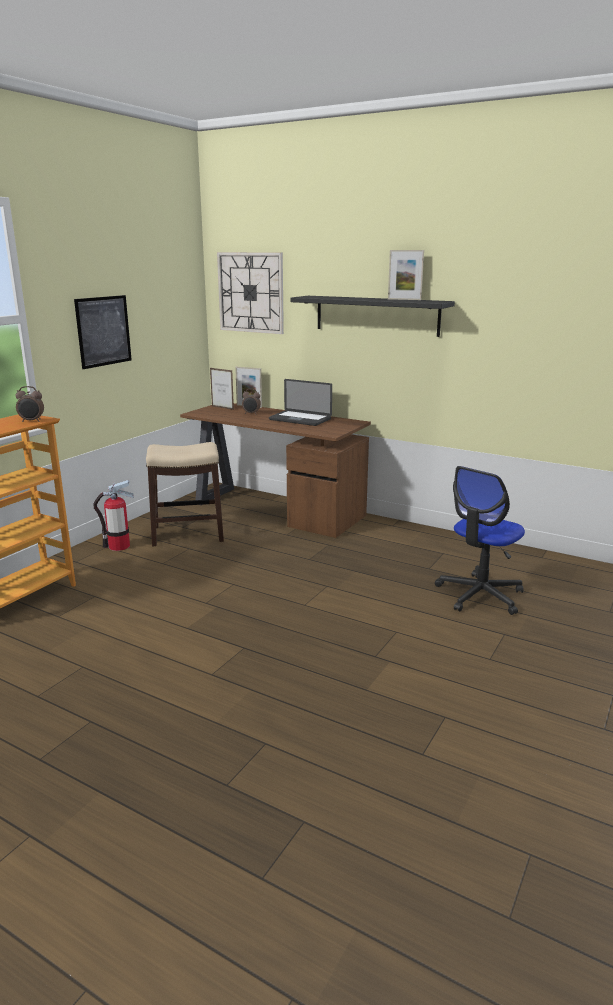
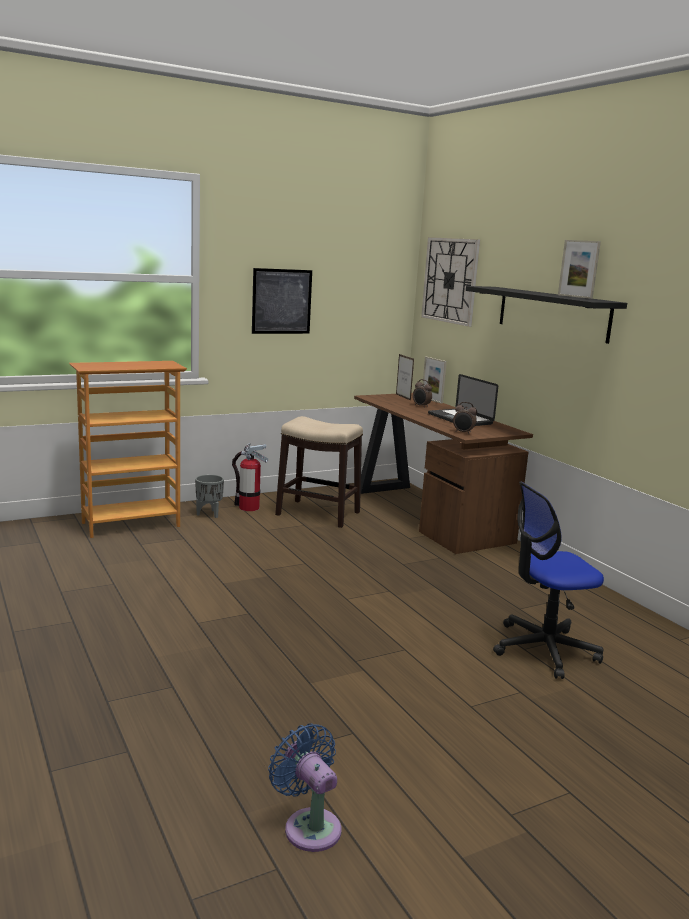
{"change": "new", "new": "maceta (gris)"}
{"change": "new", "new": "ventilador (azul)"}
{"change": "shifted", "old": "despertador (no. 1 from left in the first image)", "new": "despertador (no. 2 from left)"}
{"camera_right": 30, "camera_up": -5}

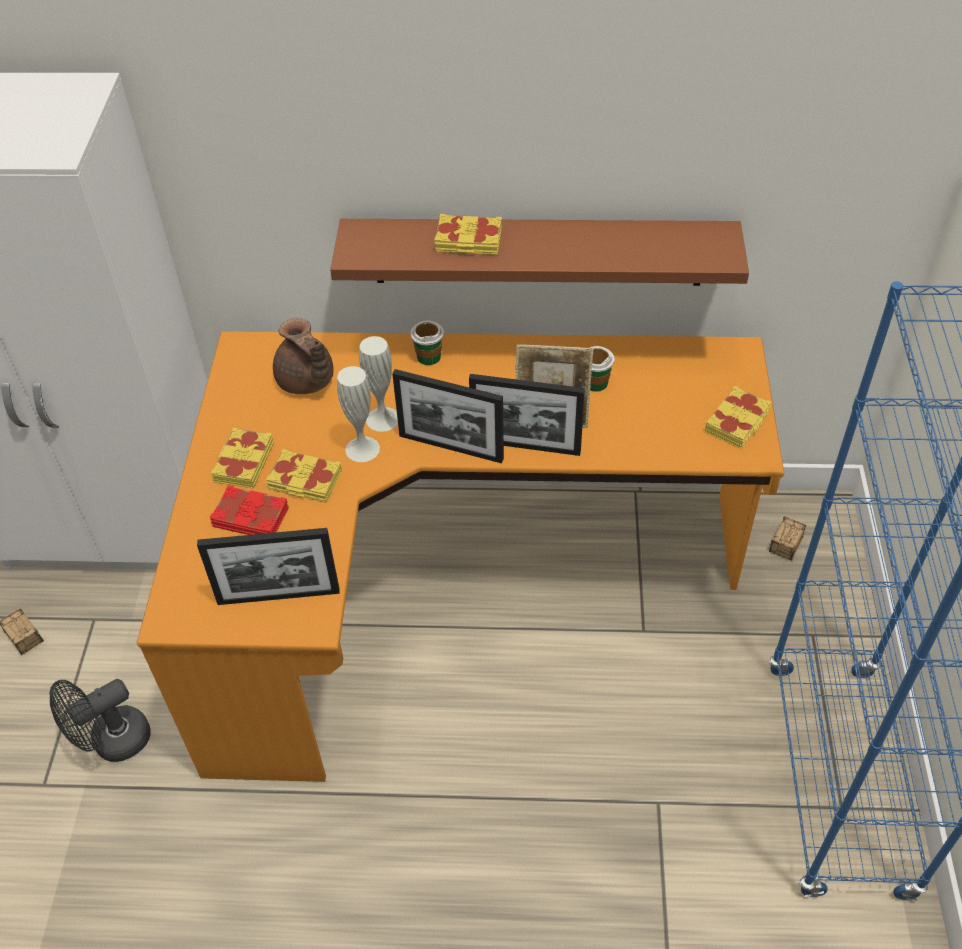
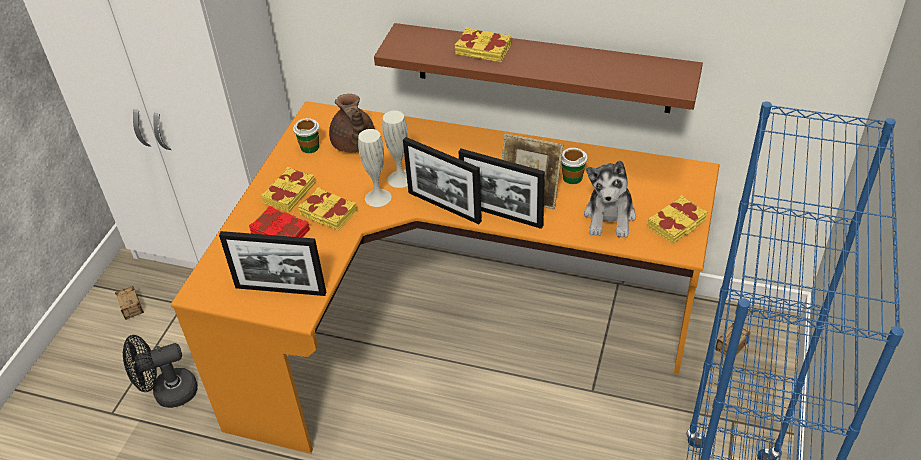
{"change": "shifted", "old": "taza (no. 1 from left)"}
{"change": "new", "new": "peluche"}
{"camera_right": 15, "camera_up": -5}

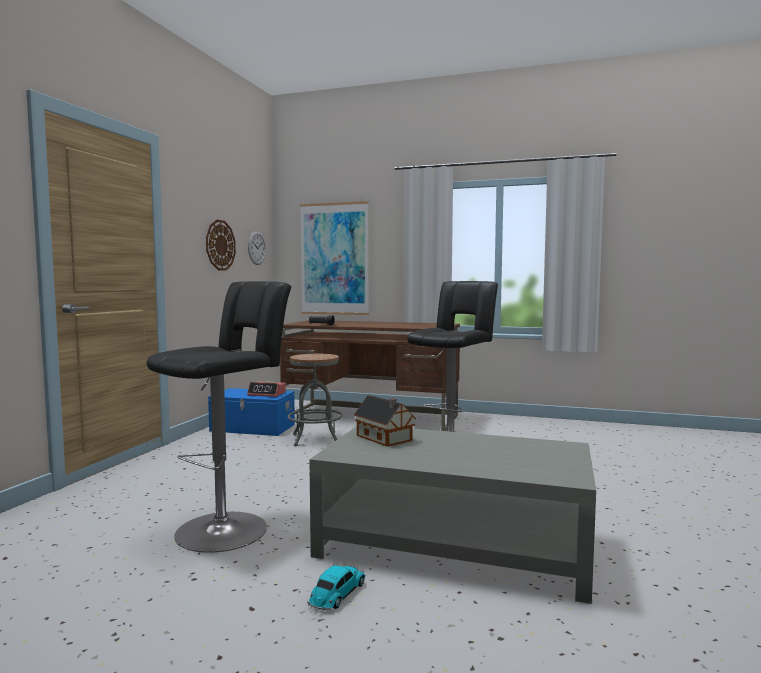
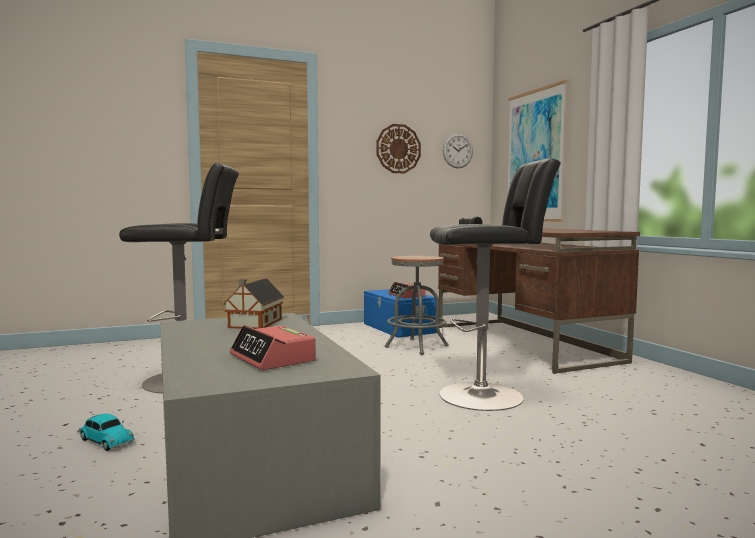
{"change": "rotated", "old": "coche de juguete", "degrees": 45}
{"change": "new", "new": "despertador (no. 1 from left)"}
{"camera_right": 50, "camera_up": 0}

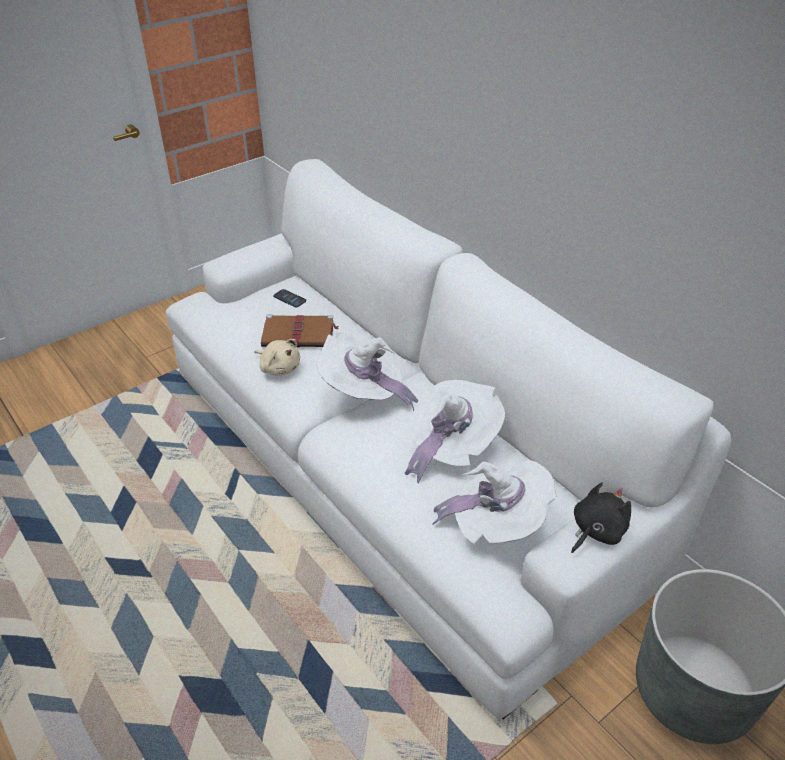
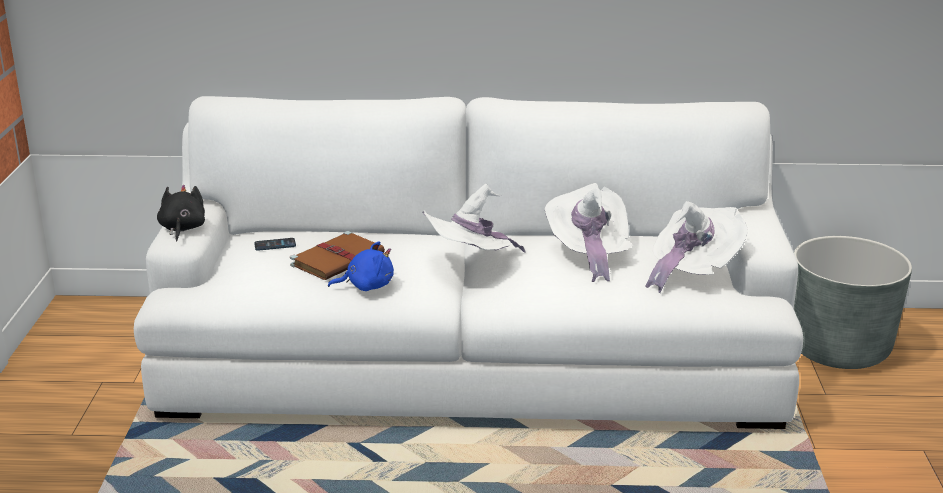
{"change": "shifted", "old": "peluche (negro)"}
{"change": "repainted", "old": "peluche (beis)", "new": "peluche (azul)"}
{"camera_right": -50, "camera_up": -15}

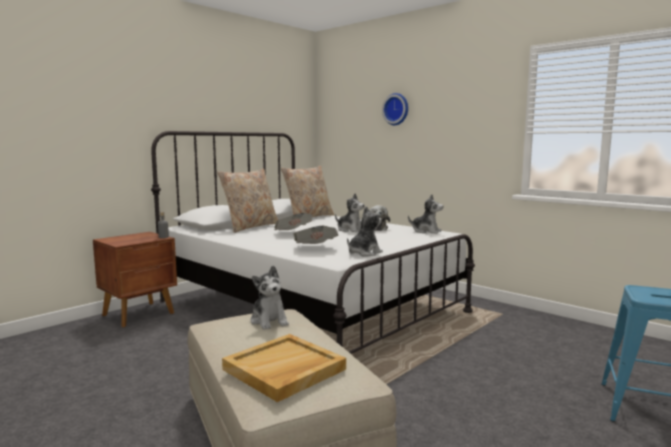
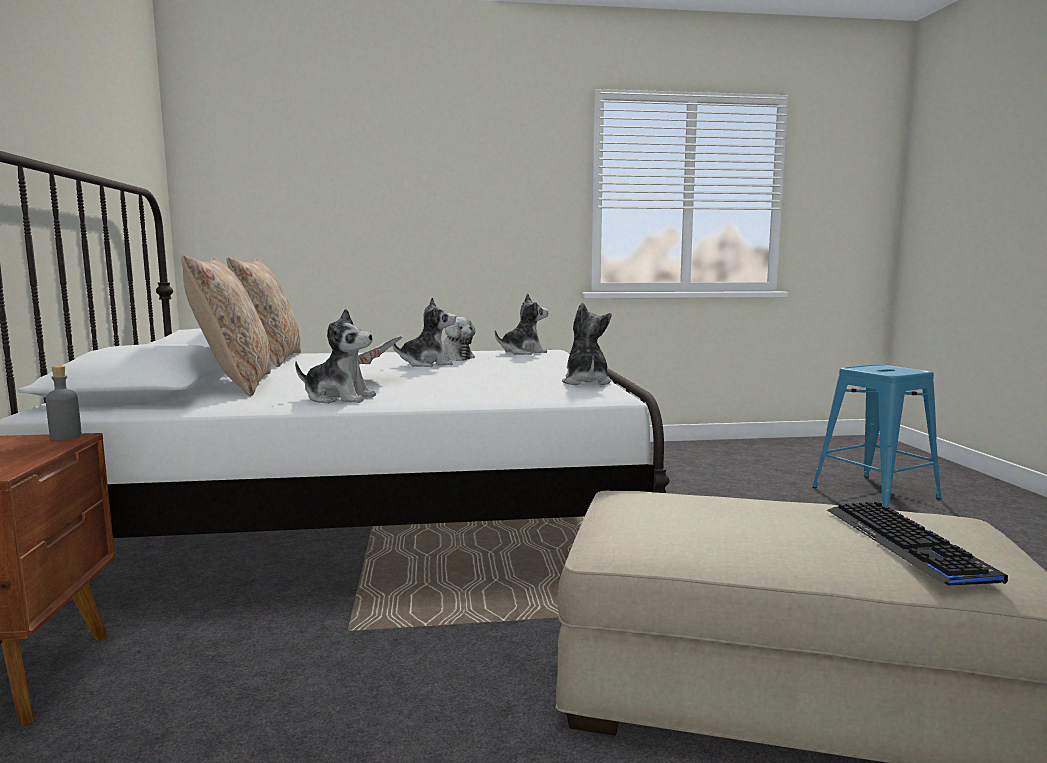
{"change": "shifted", "old": "peluche (no. 1 from left)"}
{"change": "swapped", "old": "bandeja (beis)", "new": "teclado"}
{"change": "gone", "old": "periódico (no. 2 from left)"}
{"change": "gone", "old": "reloj de pared"}
{"camera_right": -50, "camera_up": 0}

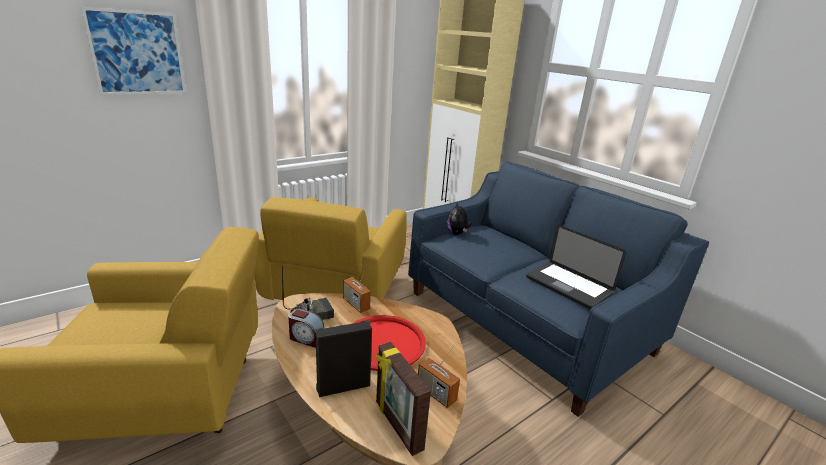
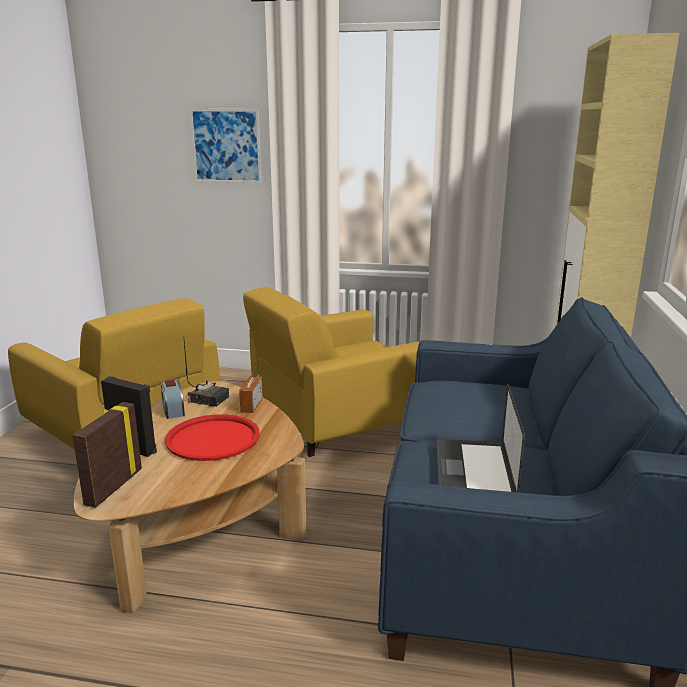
{"change": "gone", "old": "radio (no. 3 from left)"}
{"change": "gone", "old": "peluche"}
{"camera_right": 50, "camera_up": -5}

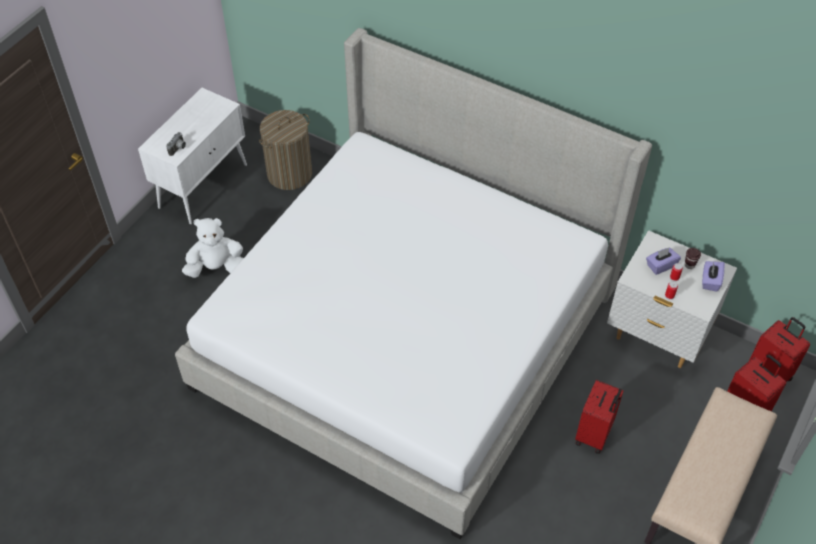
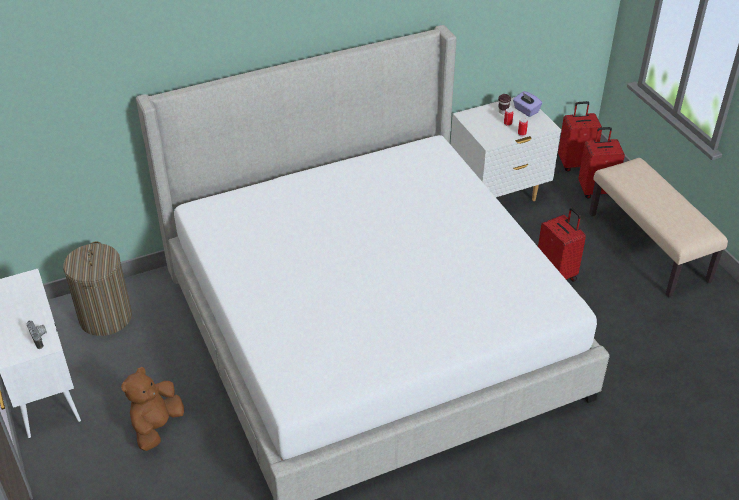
{"change": "repainted", "old": "peluche (blanco)", "new": "peluche (marrón)"}
{"change": "gone", "old": "caja de pañuelos (morado) (no. 1 from left)"}
{"camera_right": -55, "camera_up": -10}

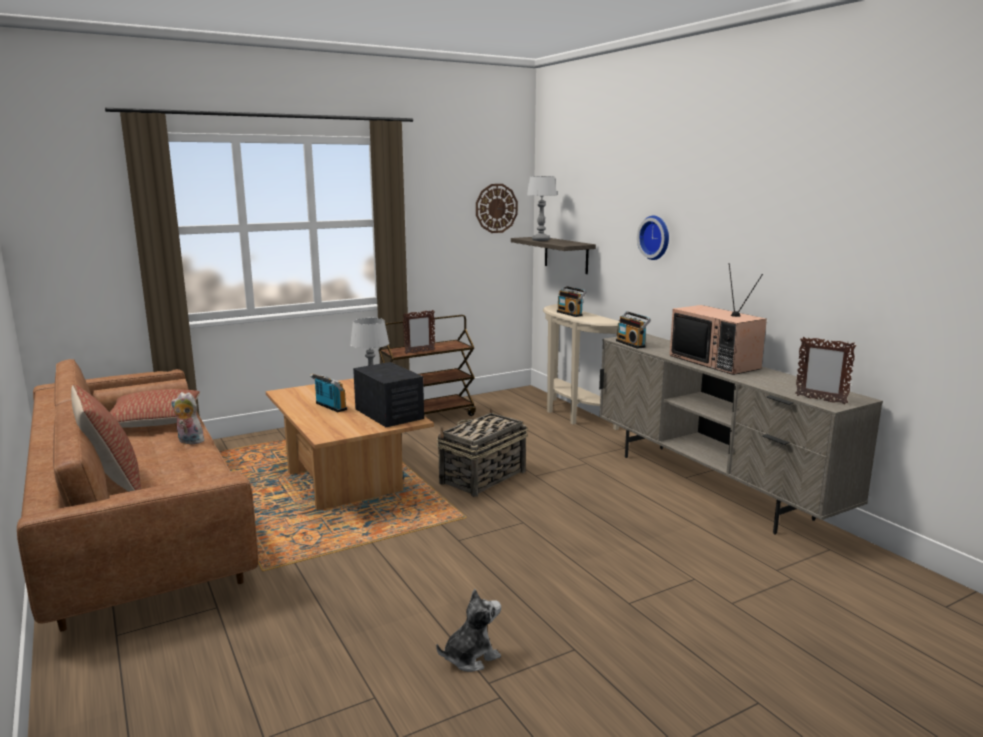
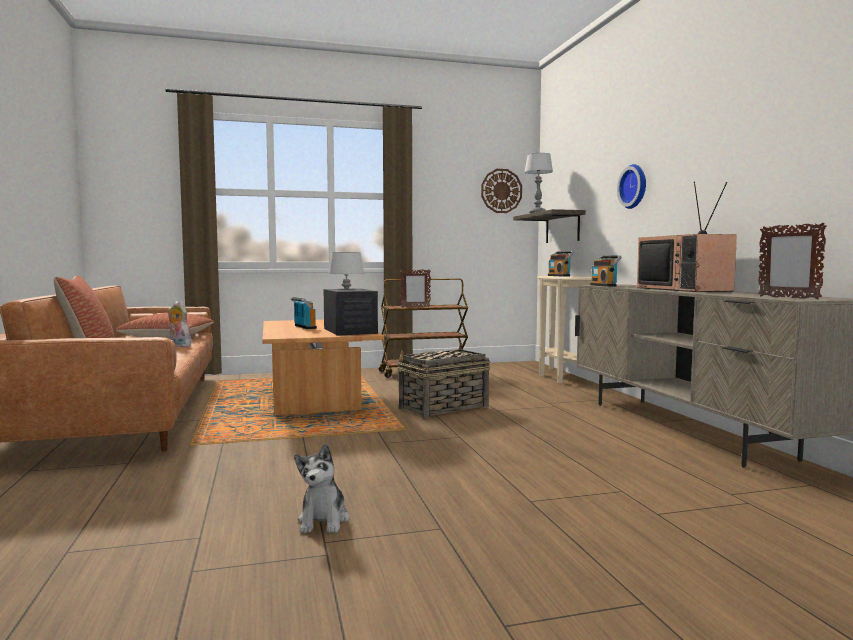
{"change": "rotated", "old": "peluche (no. 2 from left)", "degrees": 105}
{"camera_right": 15, "camera_up": -10}

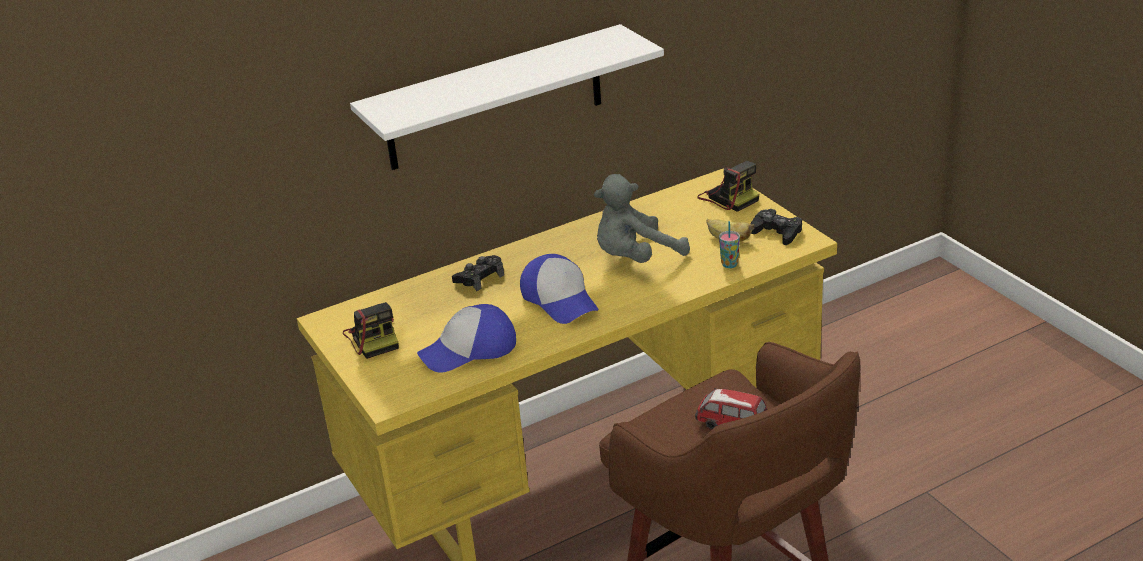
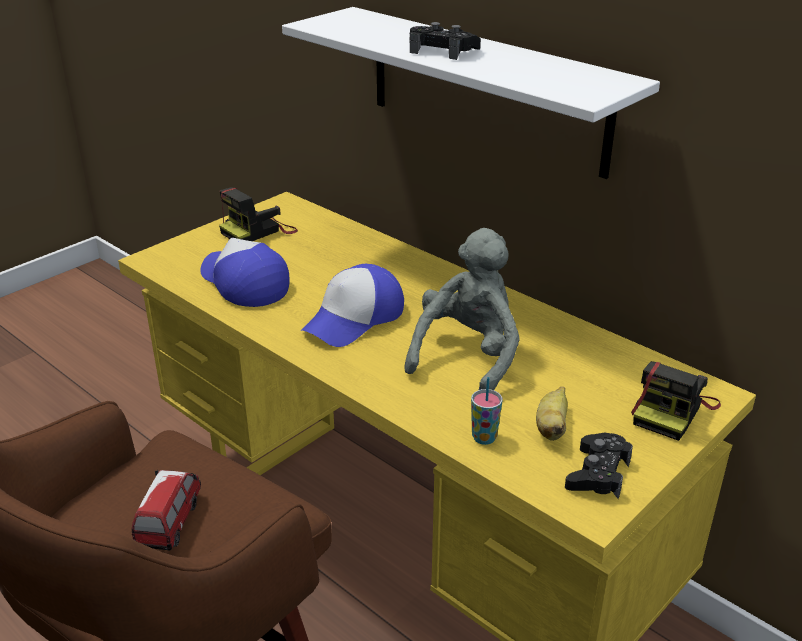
{"change": "rotated", "old": "peluche (gris)", "degrees": 75}
{"change": "shifted", "old": "mando de consola (negro) (no. 1 from left)"}
{"camera_right": 70, "camera_up": 0}

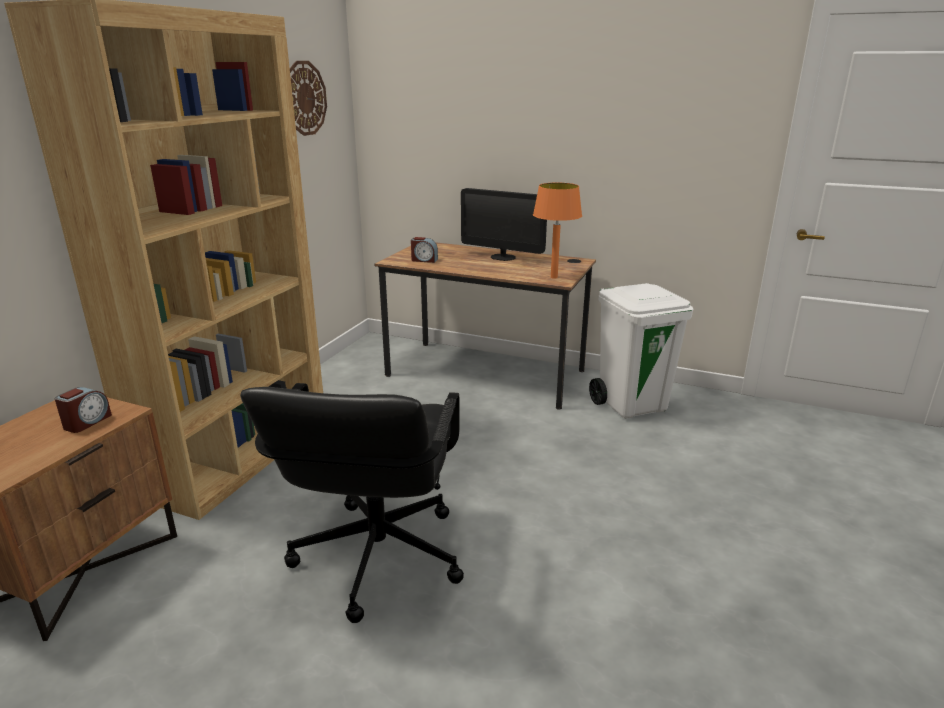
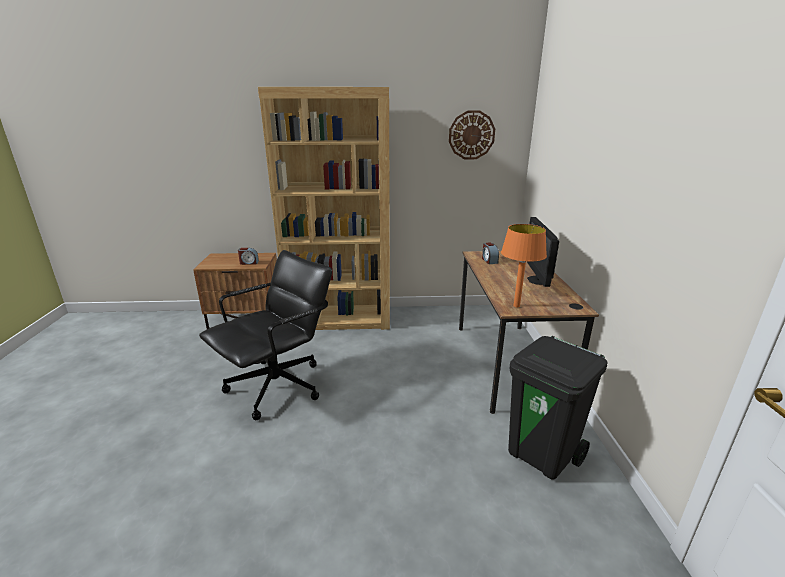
{"change": "rotated", "old": "silla de oficina (negro)", "degrees": 150}
{"change": "repainted", "old": "papelera (blanco)", "new": "papelera (negro)"}
{"camera_right": 65, "camera_up": 0}

